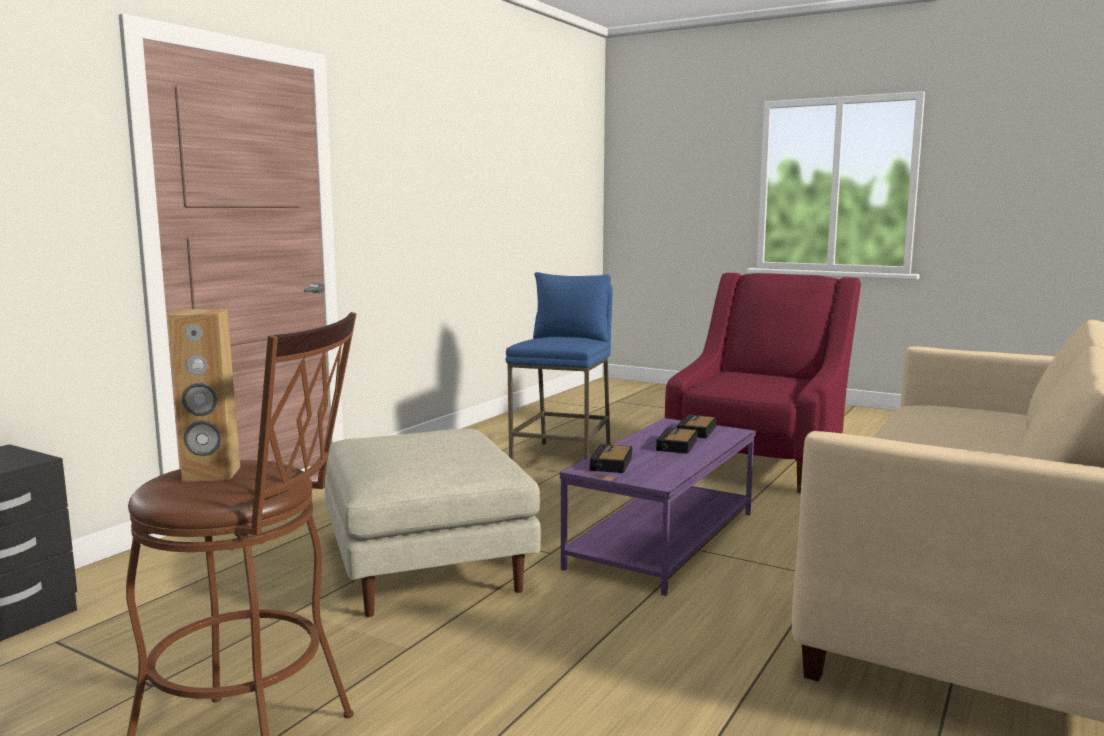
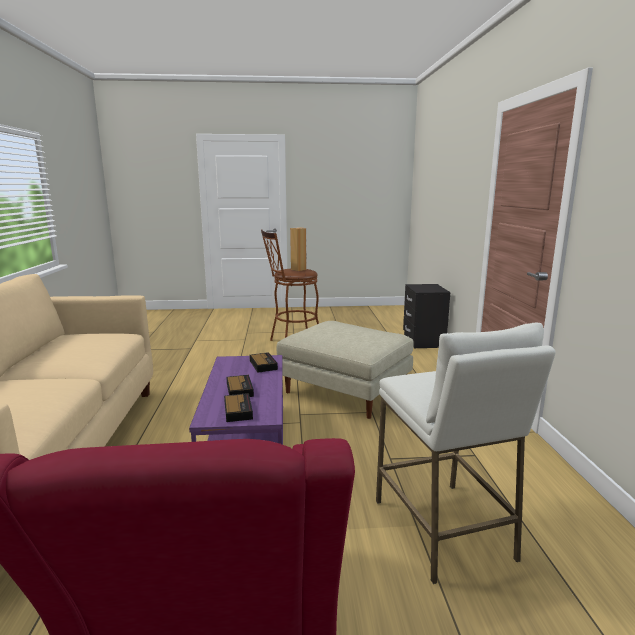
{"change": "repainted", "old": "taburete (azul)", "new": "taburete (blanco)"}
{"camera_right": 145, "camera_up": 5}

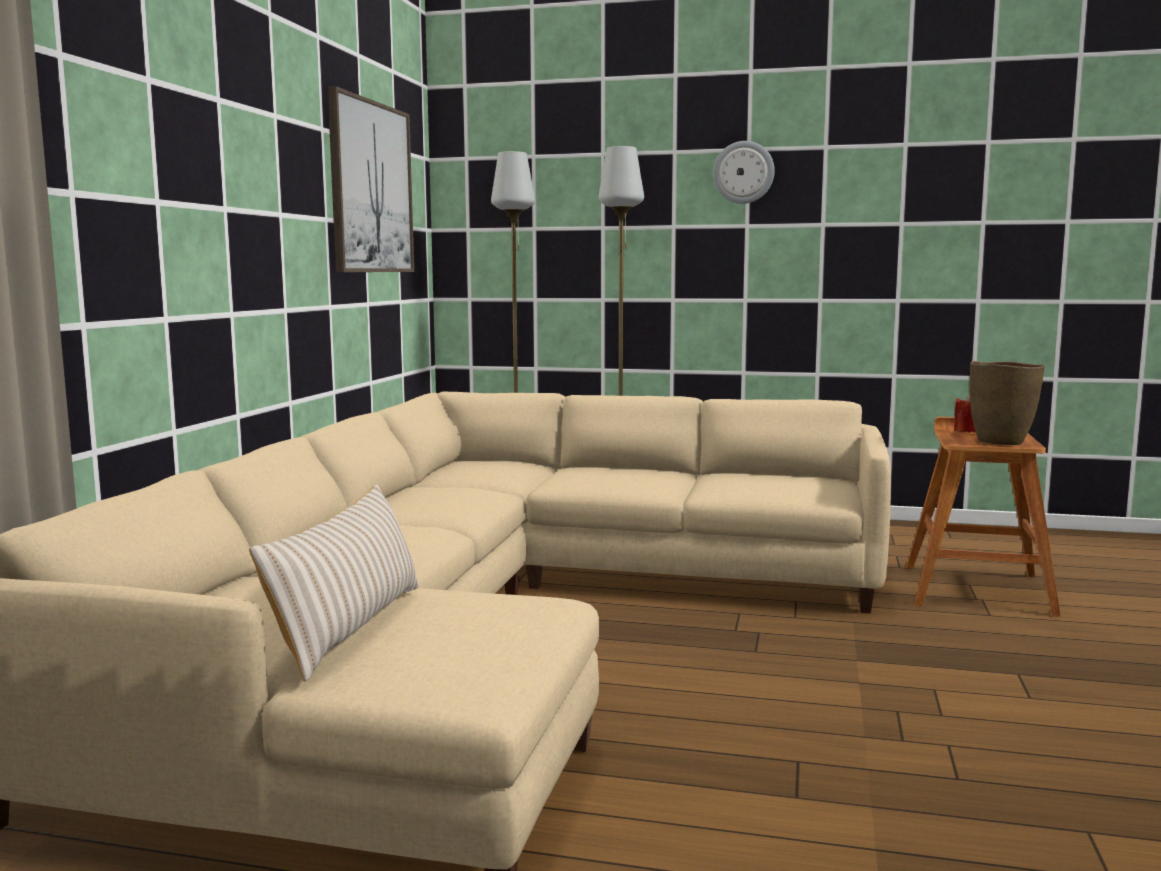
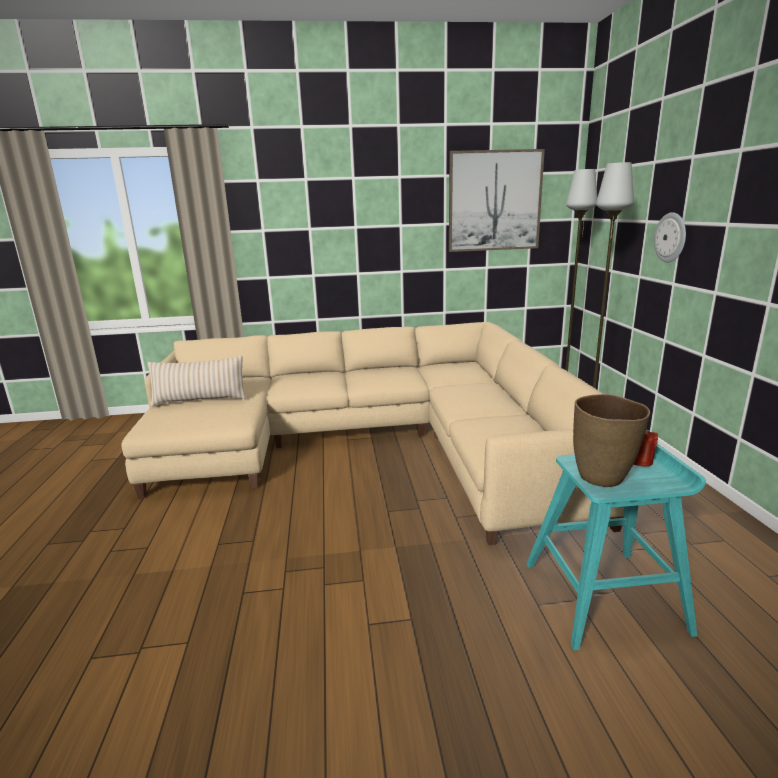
{"change": "repainted", "old": "taburete (marrón)", "new": "taburete (turquesa)"}
{"change": "shifted", "old": "reloj de pared"}
{"camera_right": 70, "camera_up": 10}

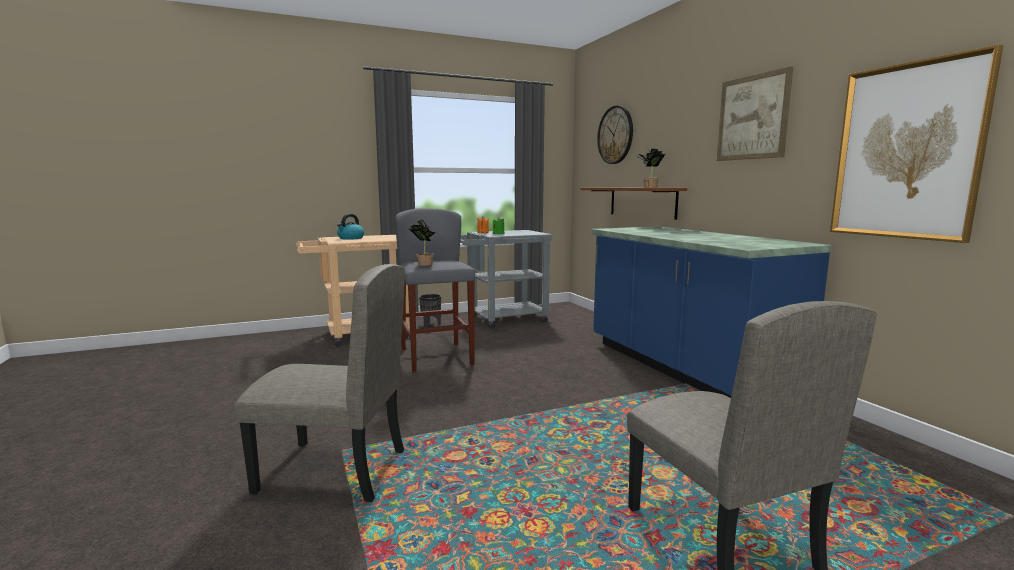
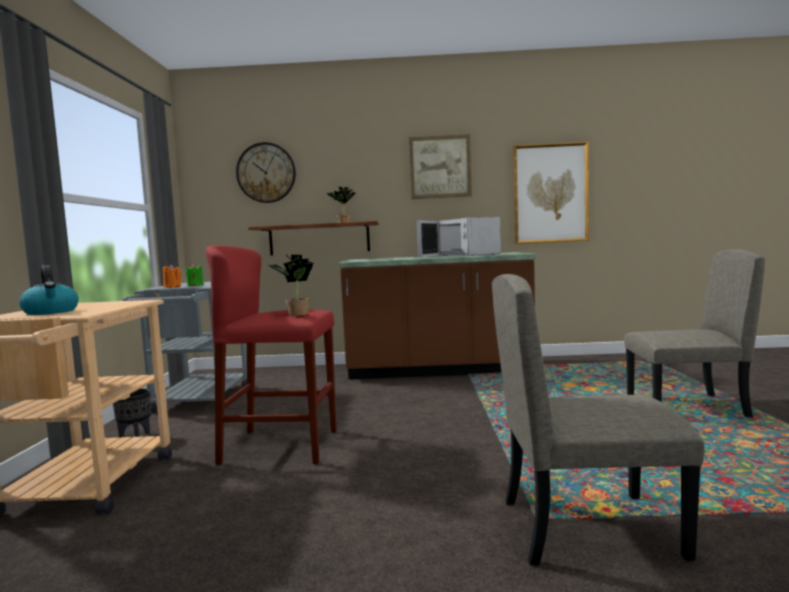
{"change": "repainted", "old": "taburete (gris)", "new": "taburete (rojo)"}
{"change": "repainted", "old": "mueble bajo de cocina (azul)", "new": "mueble bajo de cocina (marrón)"}
{"change": "new", "new": "microondas (blanco)"}
{"change": "rotated", "old": "silla (beis) (no. 1 from left)", "degrees": -120}
{"camera_right": -65, "camera_up": -5}

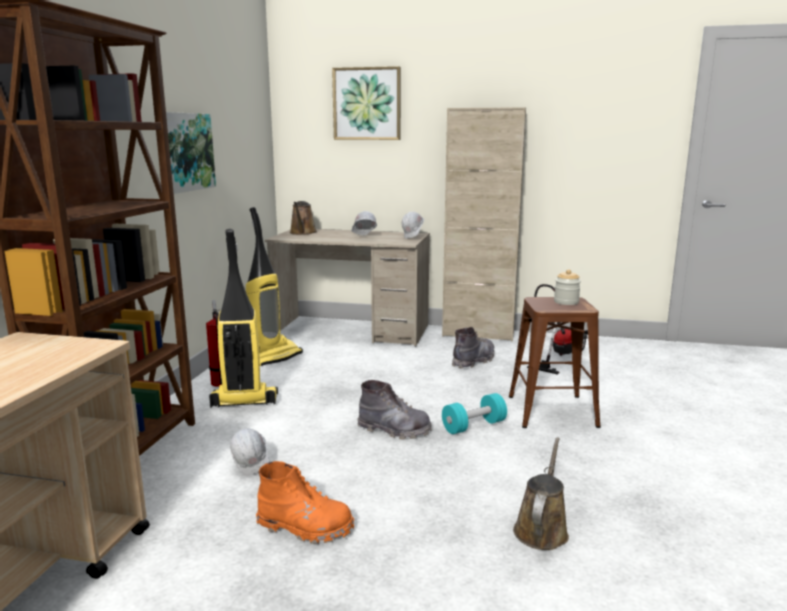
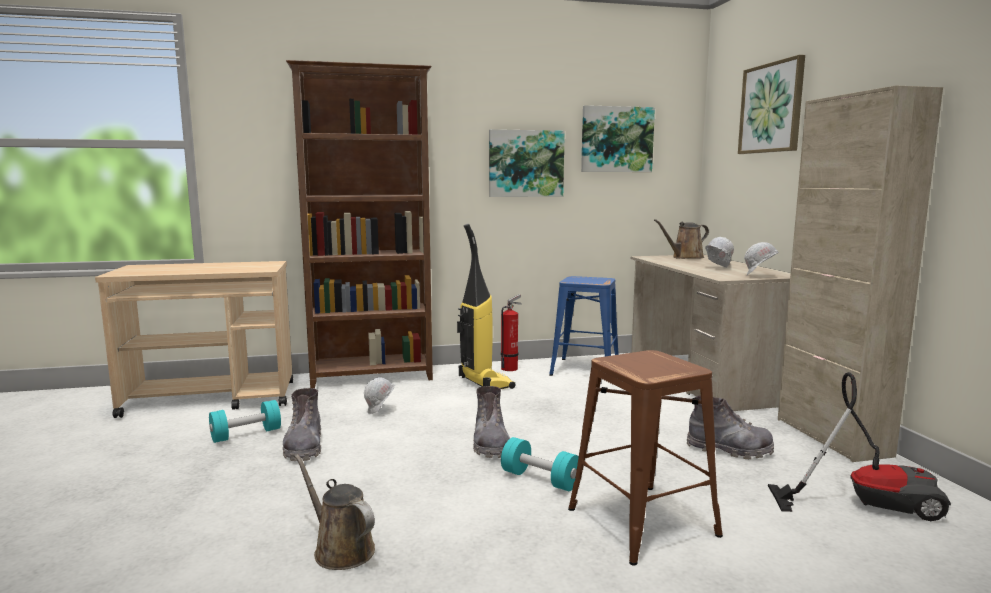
{"change": "new", "new": "mancuerna (turquesa) (no. 1 from left)"}
{"change": "repainted", "old": "bota (naranja)", "new": "bota (gris) (no. 1 from left)"}
{"change": "rotated", "old": "regadera (marrón) (no. 2 from left in the first image)", "degrees": -135}
{"change": "swapped", "old": "aspiradora (no. 2 from left)", "new": "taburete (azul)"}
{"change": "new", "new": "cuadro (no. 2 from left)"}
{"change": "gone", "old": "tarro"}
{"camera_right": 65, "camera_up": -5}

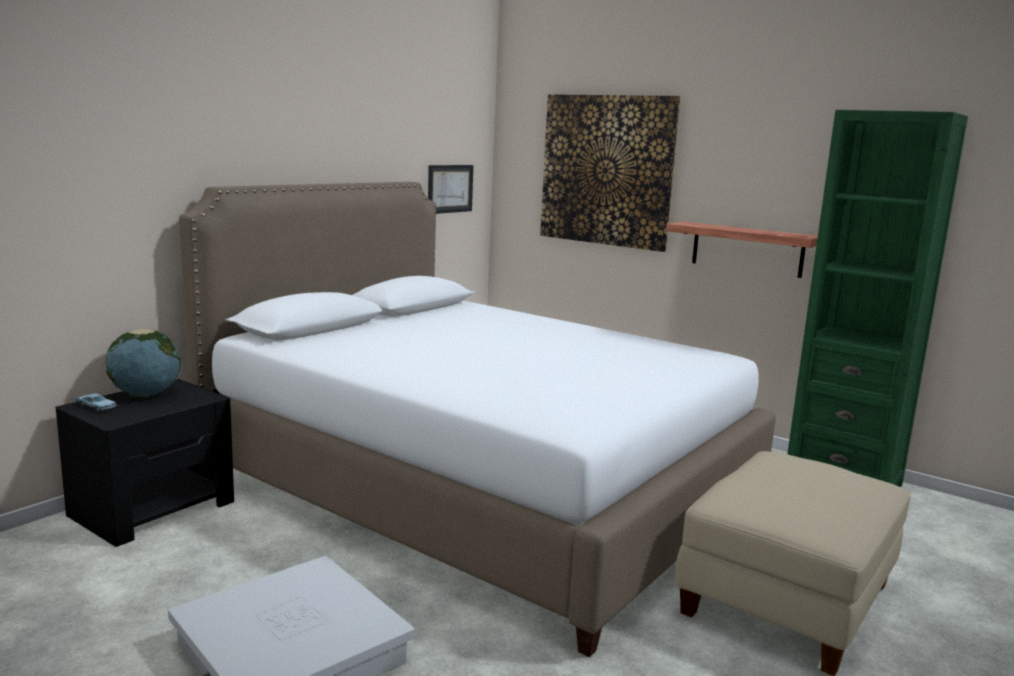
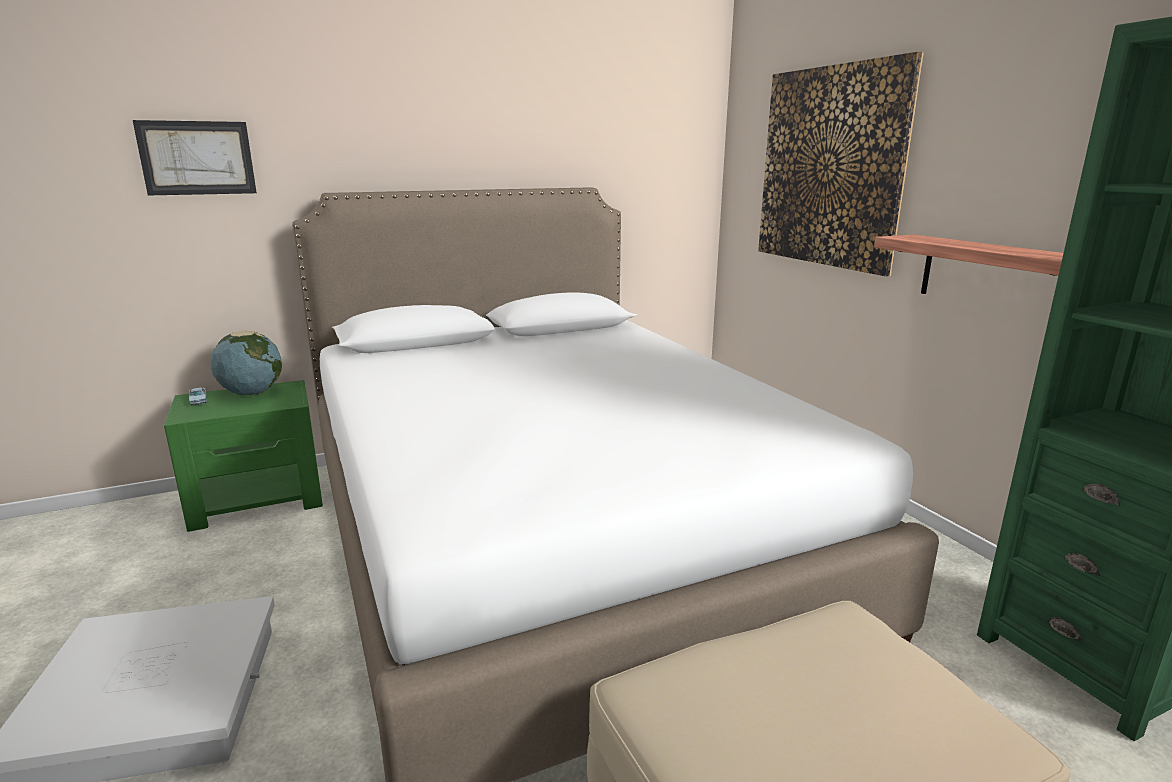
{"change": "shifted", "old": "cuadro (no. 1 from left)"}
{"change": "repainted", "old": "mesita de noche (negro)", "new": "mesita de noche (verde)"}
{"camera_right": 30, "camera_up": 5}

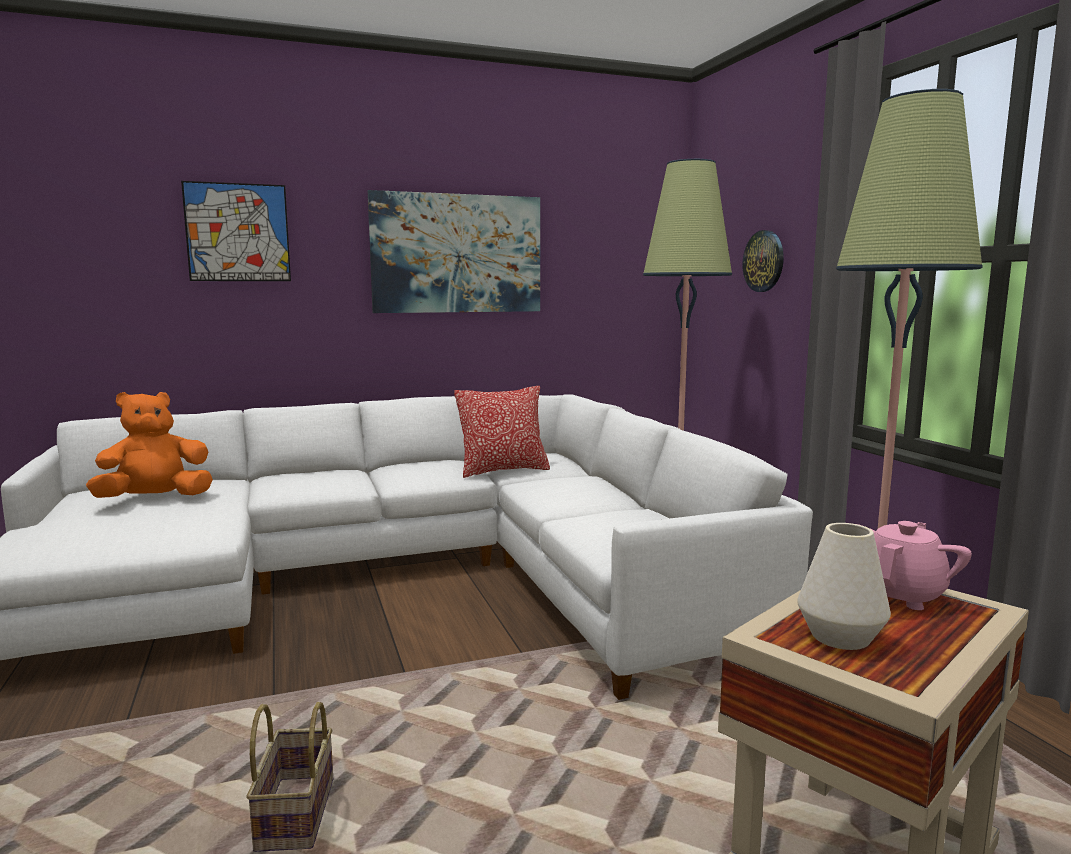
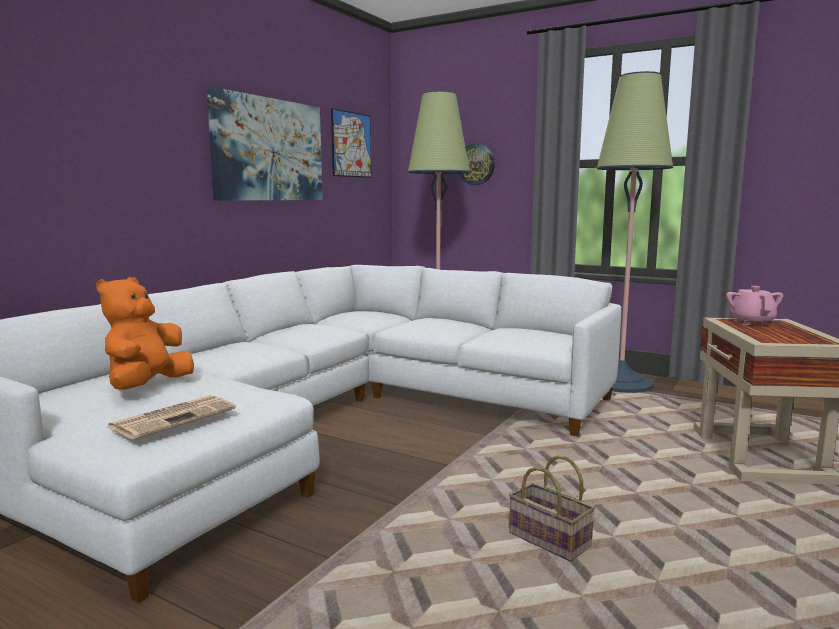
{"change": "new", "new": "periódico"}
{"change": "shifted", "old": "cuadro (no. 1 from left in the first image)", "new": "cuadro (no. 2 from left)"}
{"change": "gone", "old": "cojín"}
{"change": "gone", "old": "florero (blanco)"}
{"camera_right": -40, "camera_up": 0}

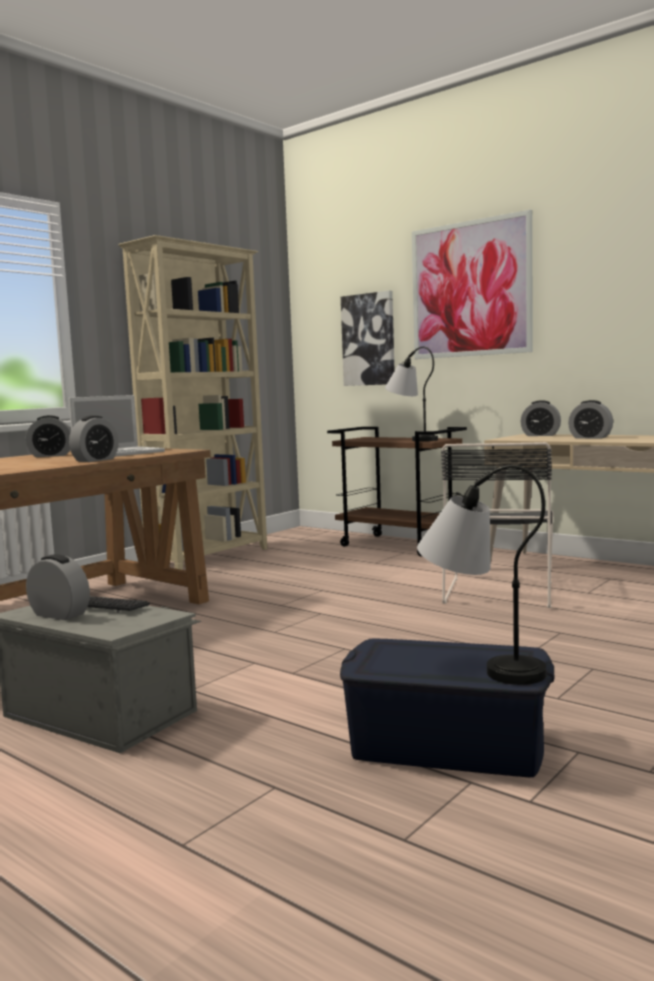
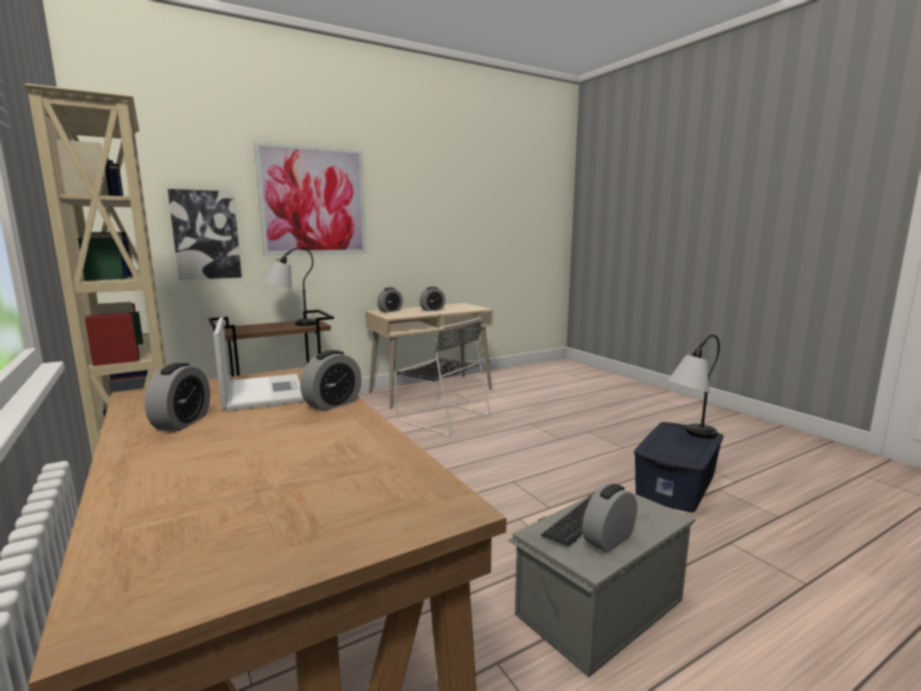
{"change": "rotated", "old": "despertador (no. 3 from left in the first image)", "degrees": 75}
{"camera_right": -70, "camera_up": 5}

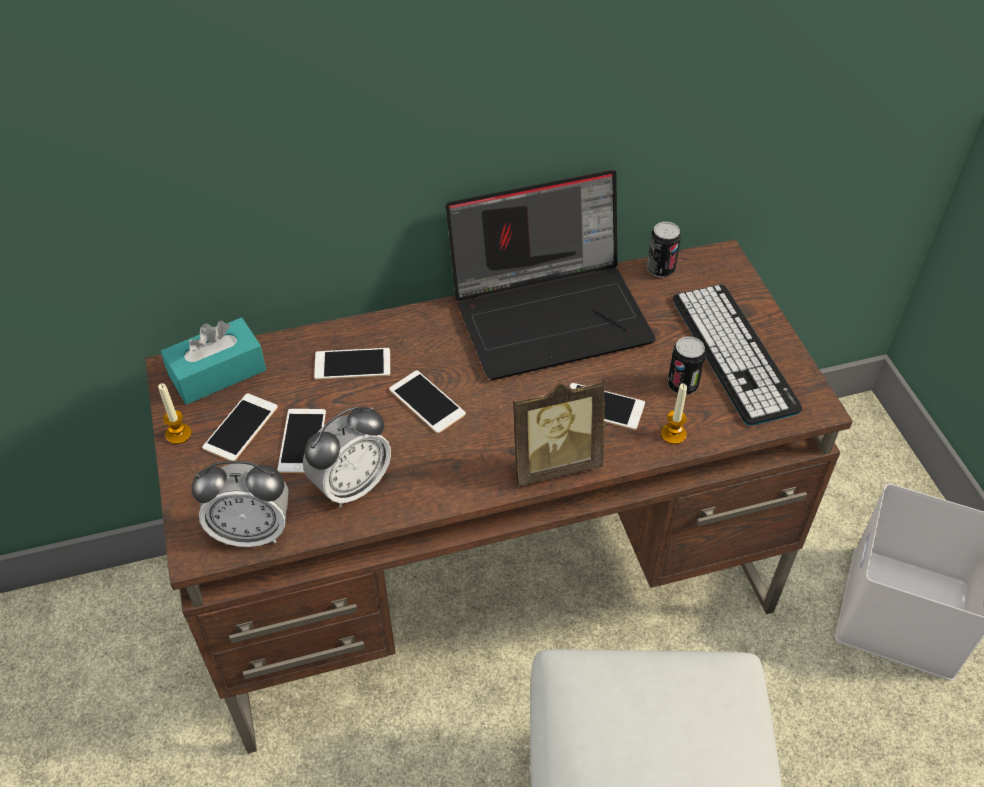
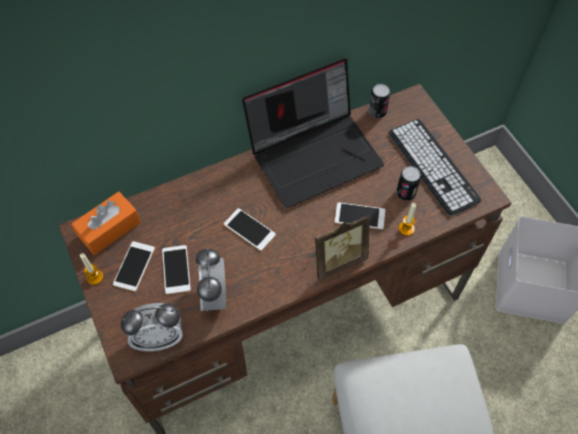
{"change": "repainted", "old": "caja de pañuelos (turquesa)", "new": "caja de pañuelos (naranja)"}
{"change": "rotated", "old": "despertador (no. 2 from left)", "degrees": 135}
{"change": "gone", "old": "móvil (no. 3 from left)"}
{"camera_right": -10, "camera_up": 10}

